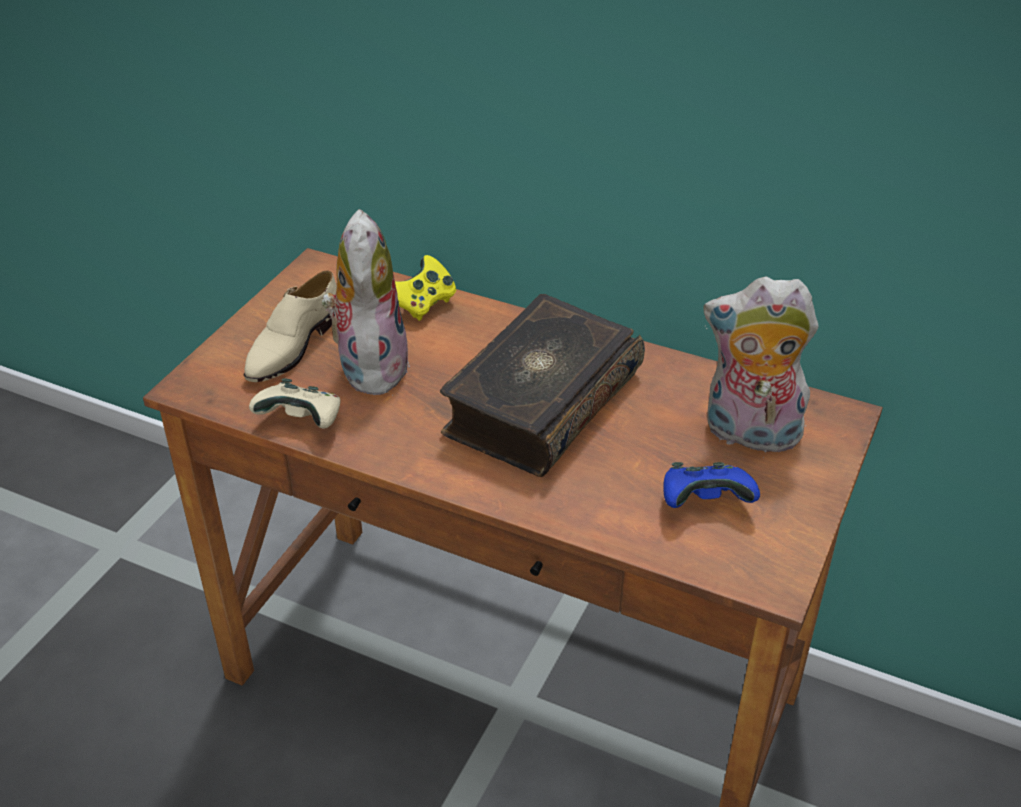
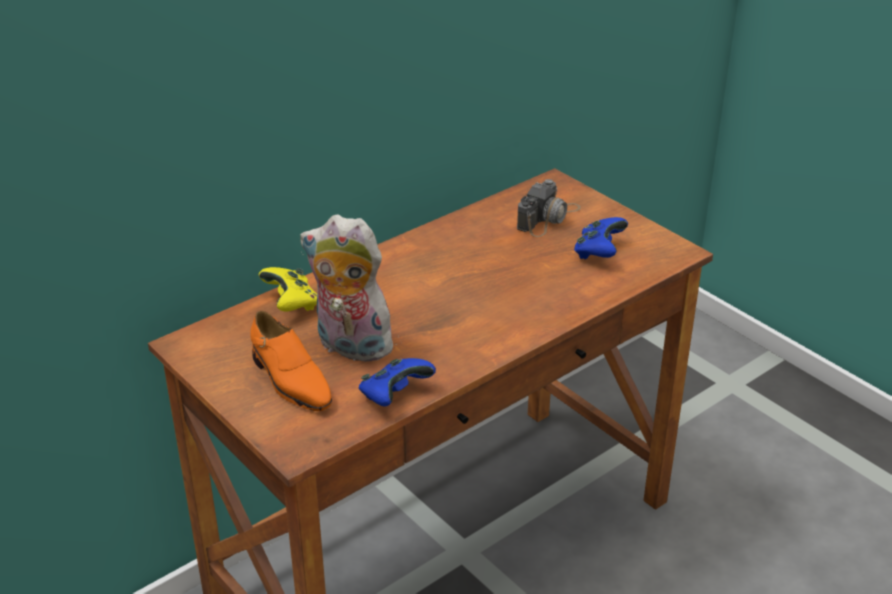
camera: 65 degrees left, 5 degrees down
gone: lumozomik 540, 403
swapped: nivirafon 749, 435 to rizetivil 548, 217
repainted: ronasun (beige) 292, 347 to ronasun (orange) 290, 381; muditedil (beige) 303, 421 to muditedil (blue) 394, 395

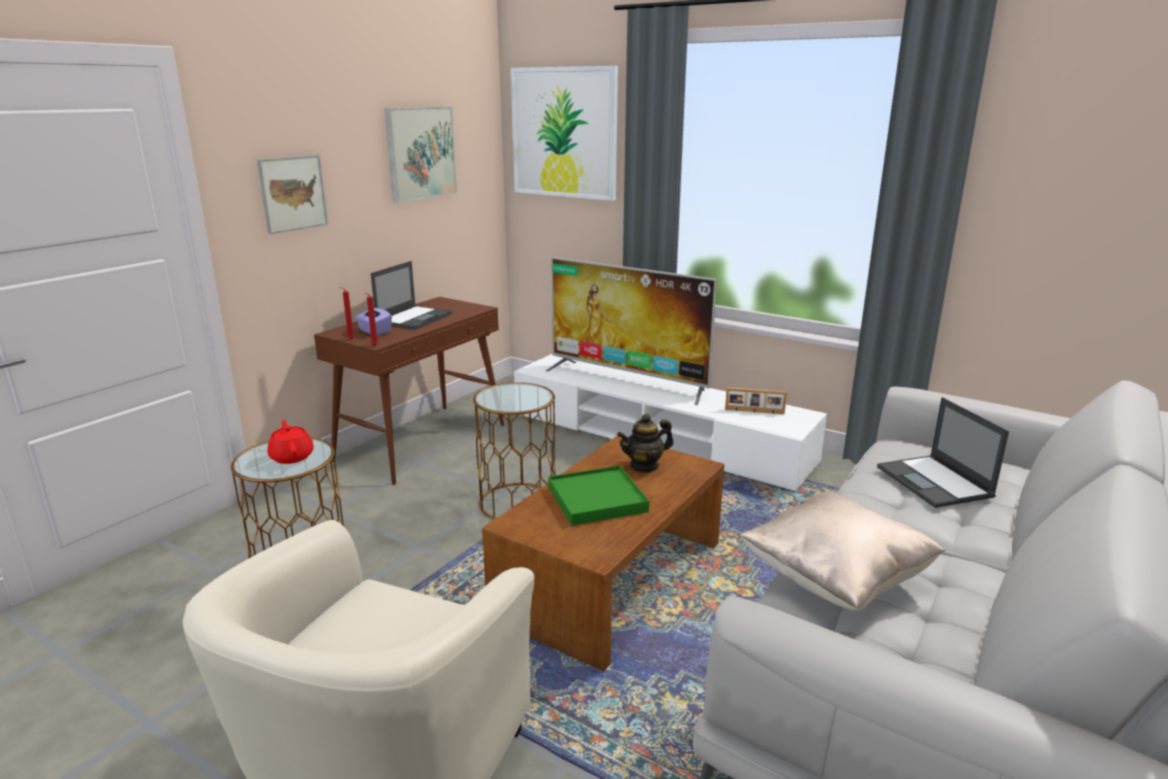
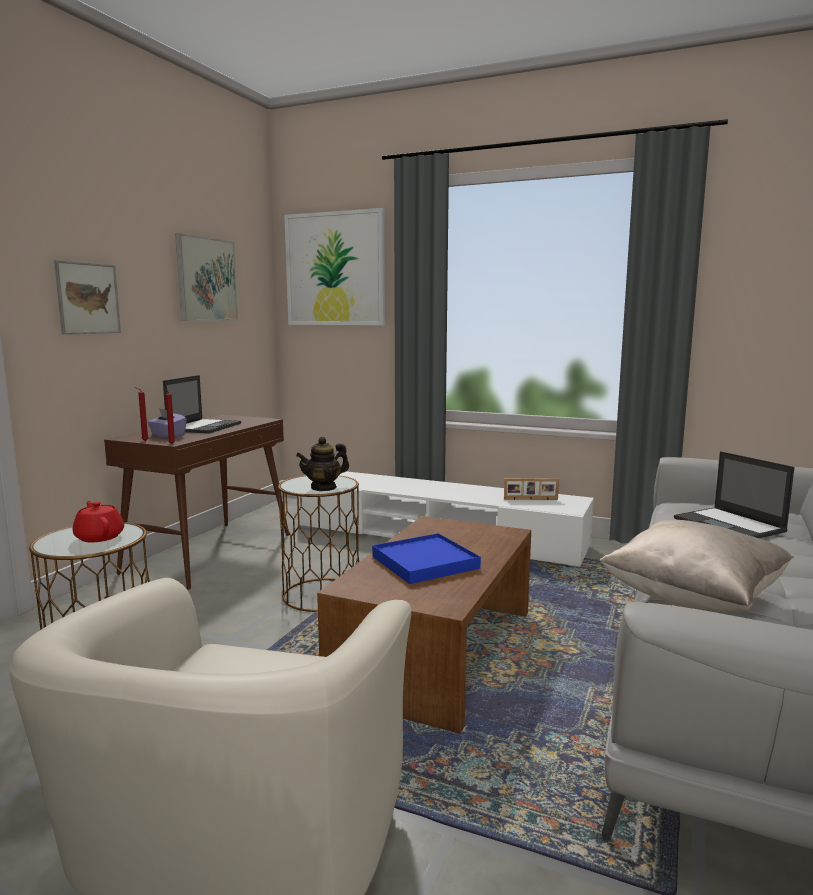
camera: 10 degrees left, 10 degrees down
gone: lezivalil 628, 380
shifted: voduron 644, 466 to 324, 487
repainted: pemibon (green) 597, 499 to pemibon (blue) 425, 562

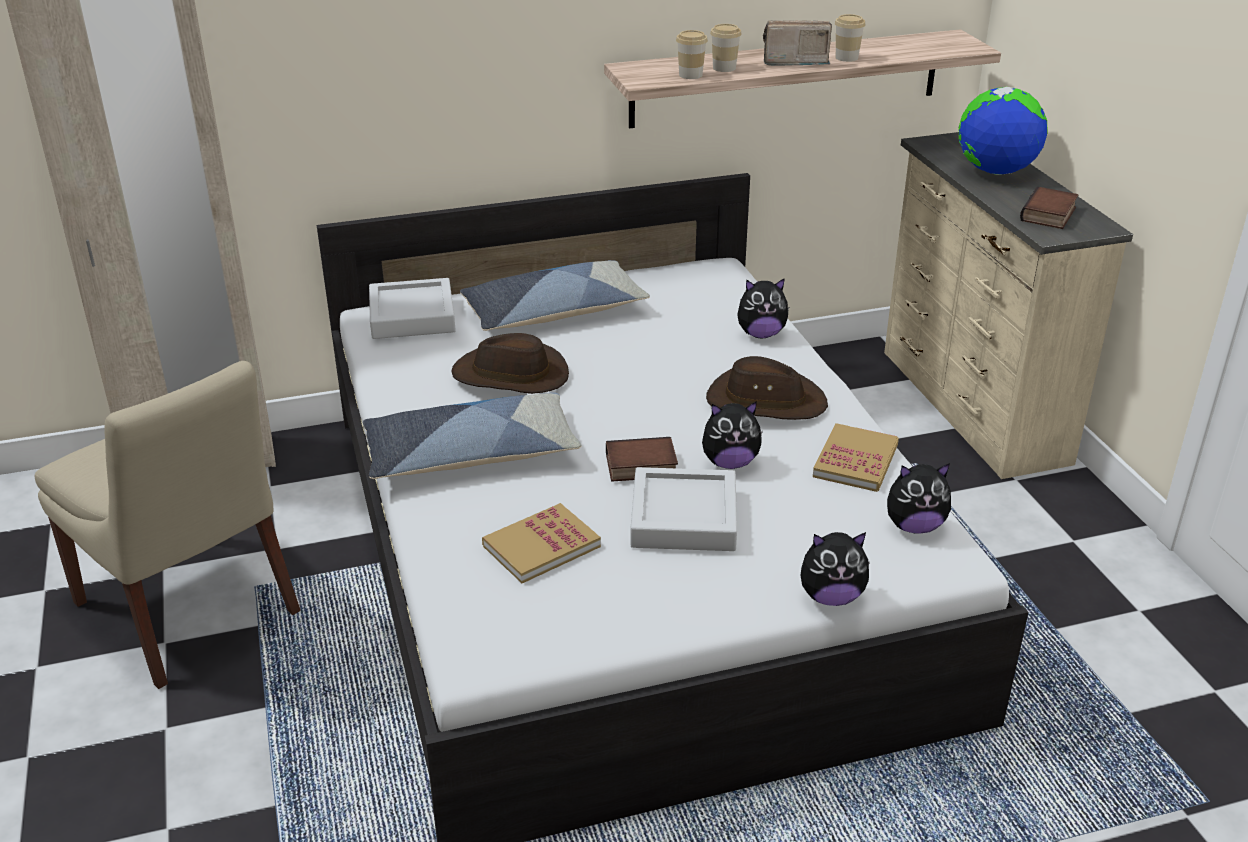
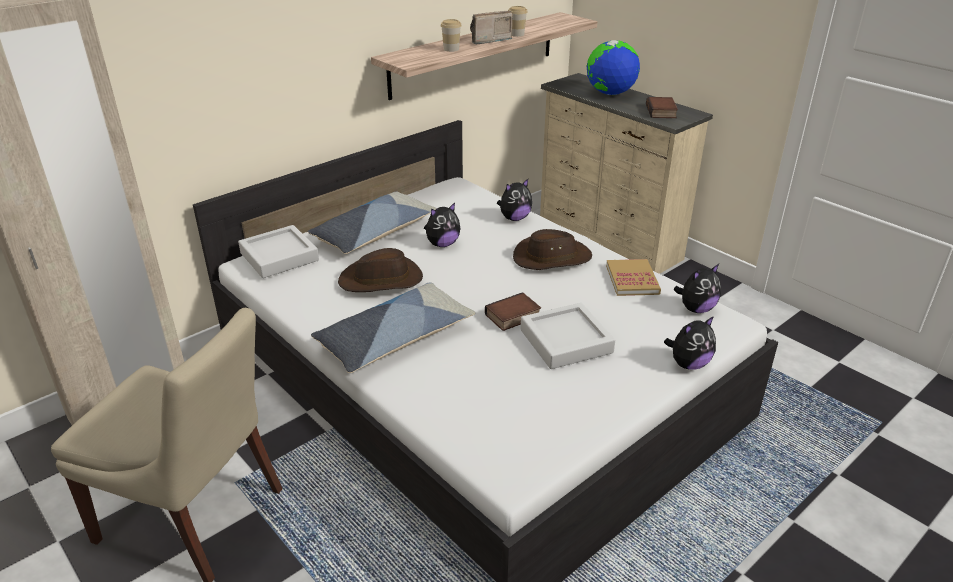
camera: 25 degrees left, 0 degrees up
gone: lumozomik 541, 546; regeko 690, 75
shifted: nivirafon 730, 462 to 442, 244

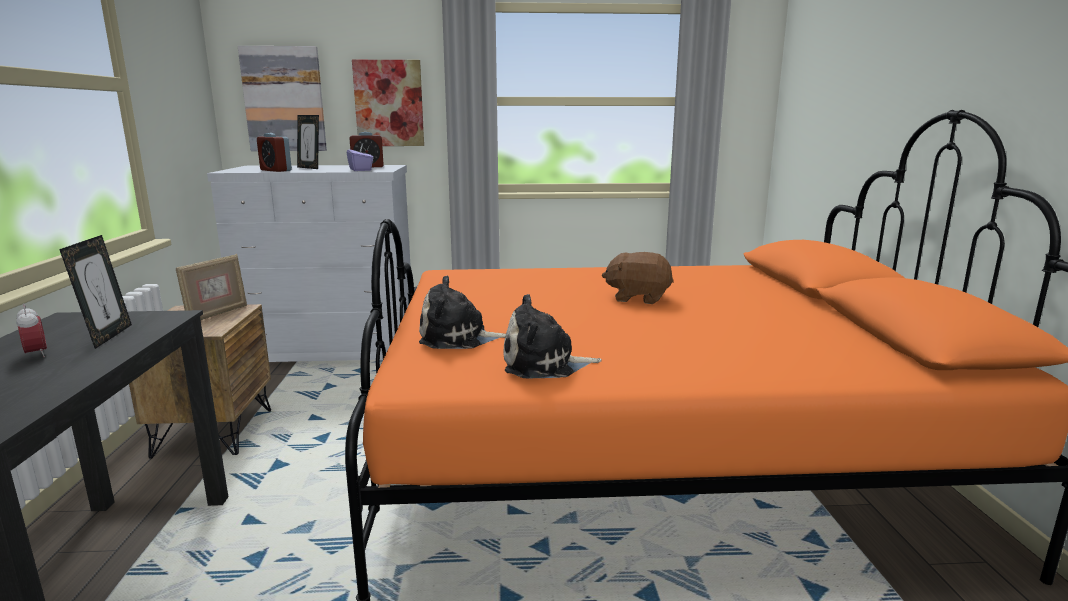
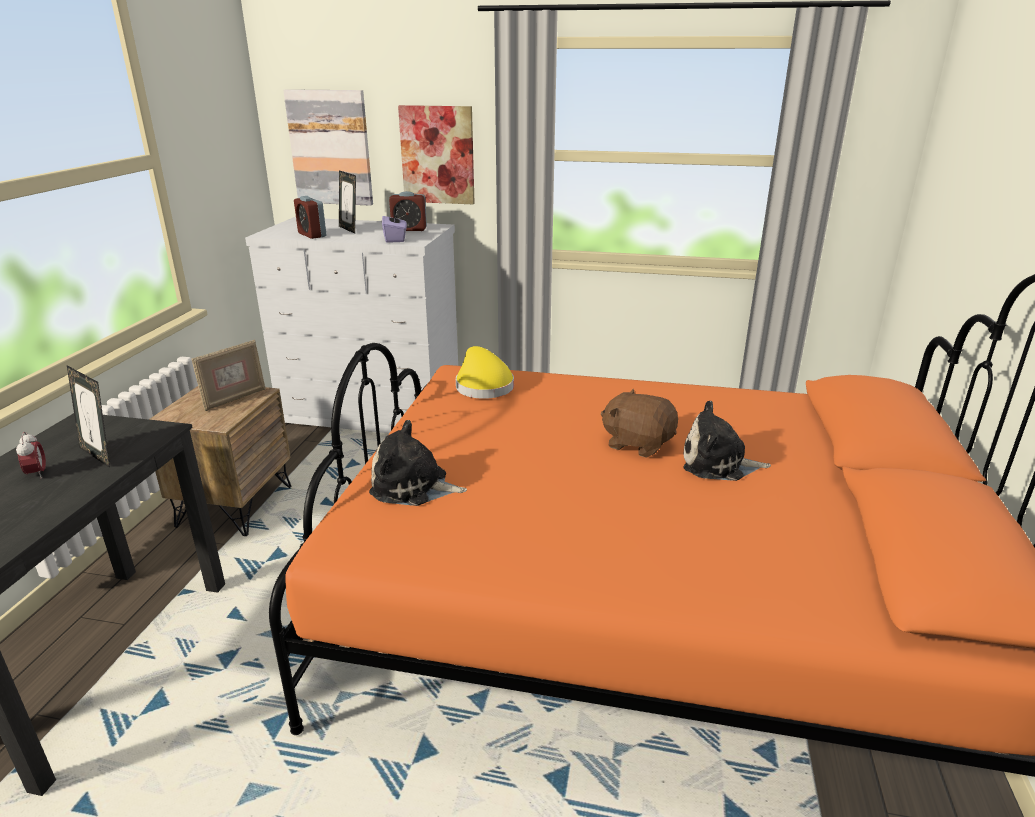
camera: 15 degrees right, 10 degrees up
new: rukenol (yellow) 482, 386
shifted: nivirafon 544, 364 to 718, 464
rotated: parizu 107, 336 = 100, 455 120 degrees clockwise

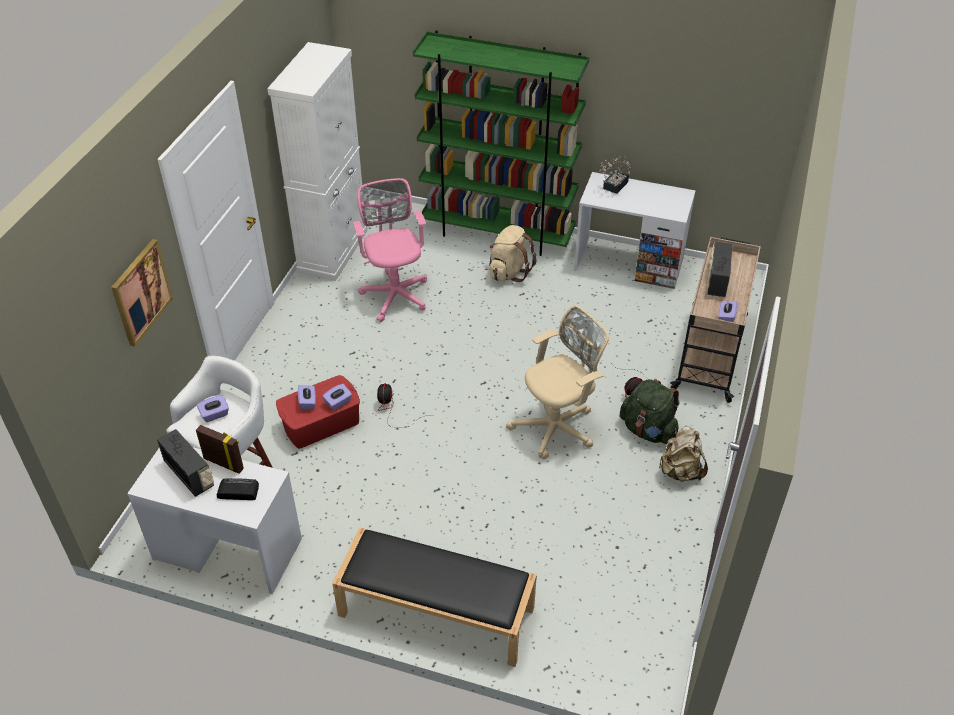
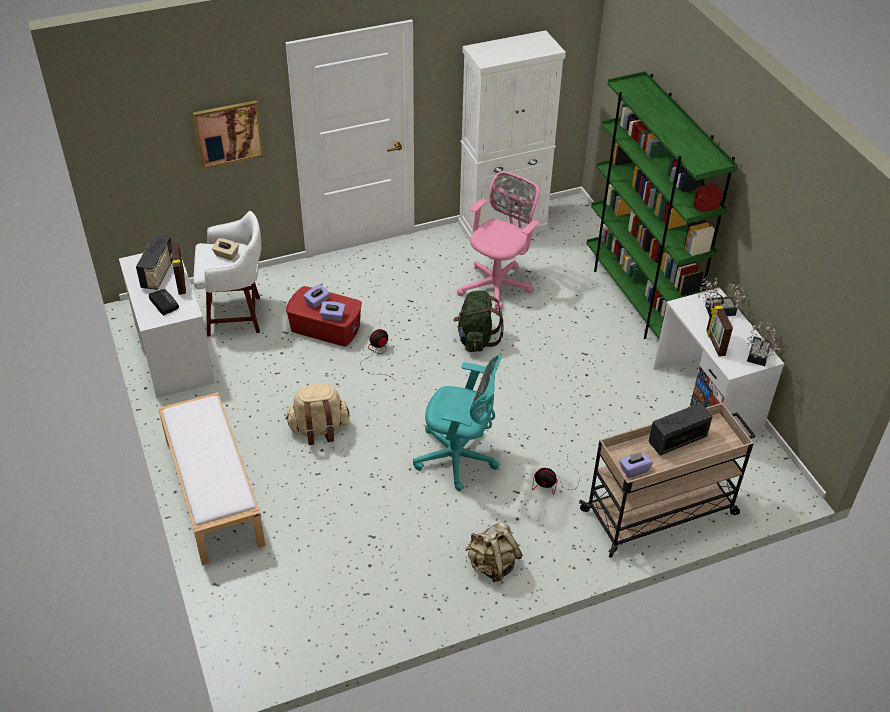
camera: 50 degrees right, 0 degrees up
new: parizu 714, 343; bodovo 757, 357
shifted: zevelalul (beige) 509, 272 to 319, 429; zevelalul (green) 648, 430 to 476, 339
repainted: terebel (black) 435, 612 to terebel (white) 213, 491; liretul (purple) 215, 415 to liretul (beige) 226, 255; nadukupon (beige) 557, 427 to nadukupon (turquoise) 459, 459

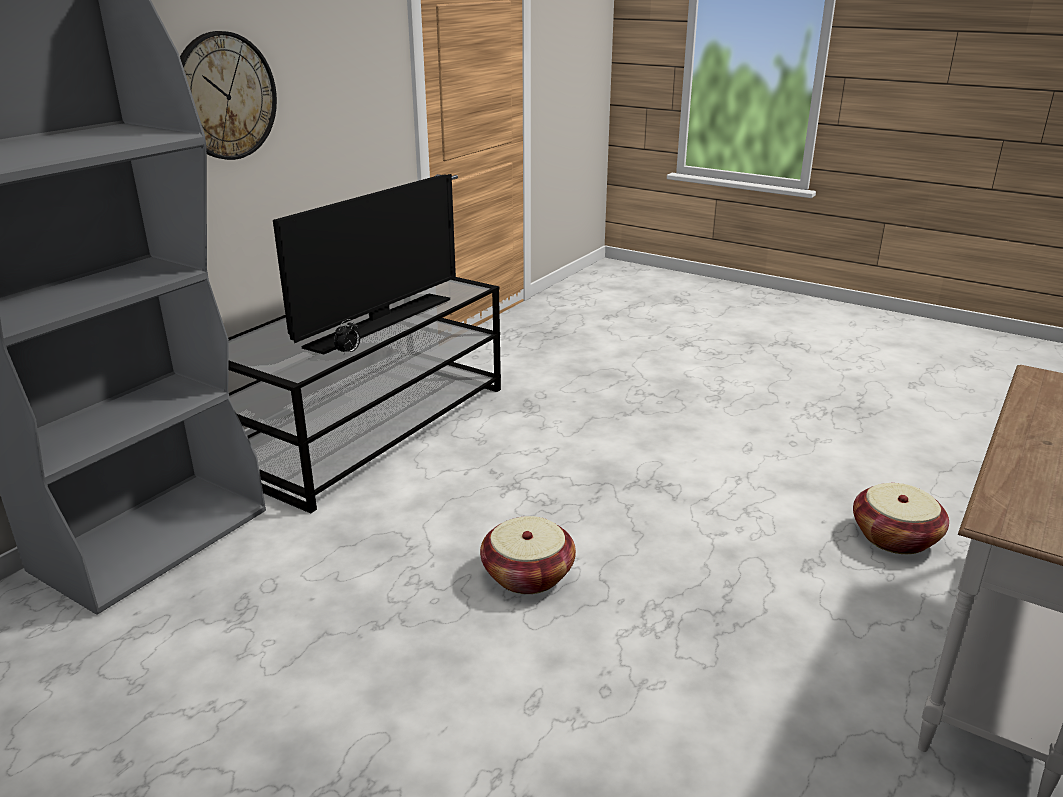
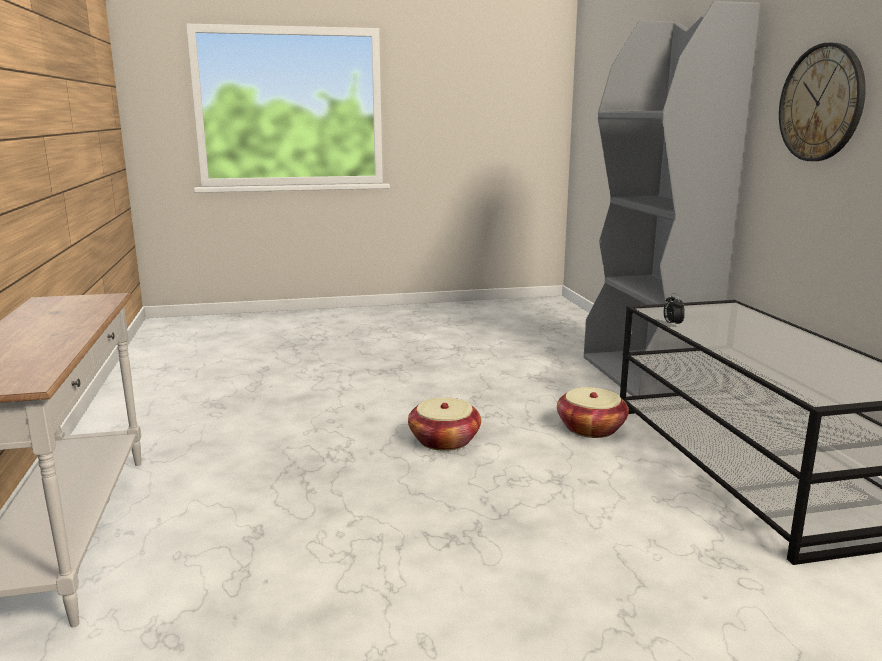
camera: 135 degrees right, 10 degrees down
gone: lezivalil 380, 322
shifted: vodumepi 894, 537 to 590, 428

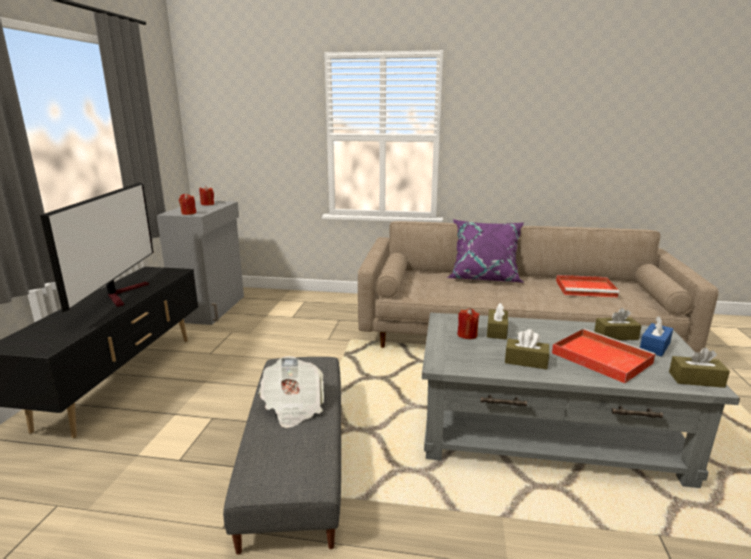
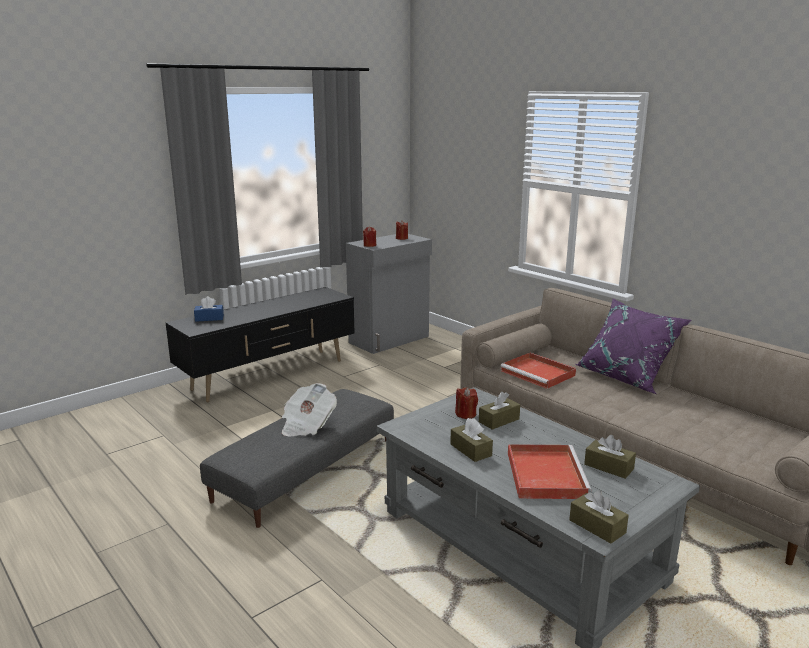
camera: 40 degrees right, 0 degrees up
gone: lezivalil 122, 294
shifted: liretul (blue) 654, 346 to 209, 318; pemibon (red) 586, 288 to 539, 373

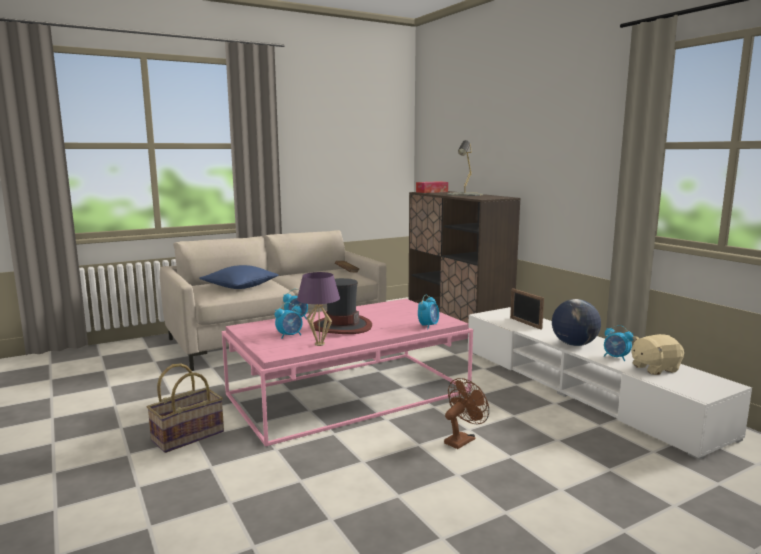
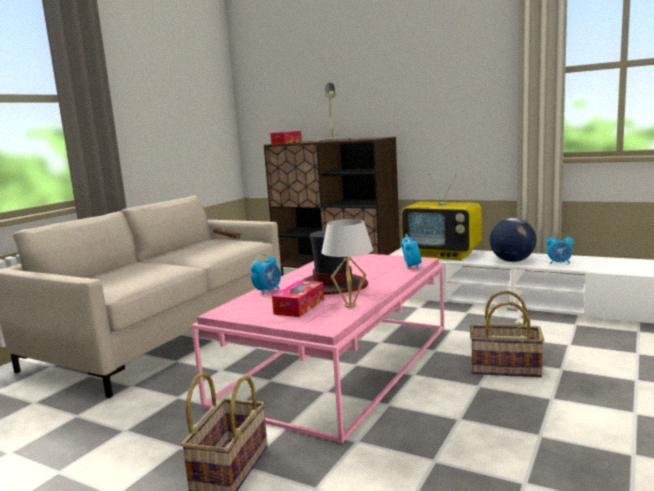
camera: 30 degrees left, 0 degrees up
gone: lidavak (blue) 240, 286; nivirafon (beige) 654, 368
swapped: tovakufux 290, 336 to liretul 299, 306; parizu 525, 323 to lezivalil 443, 255; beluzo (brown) 462, 439 to vodumepi 505, 369
repainted: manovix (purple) 320, 344 to manovix (white) 350, 305

